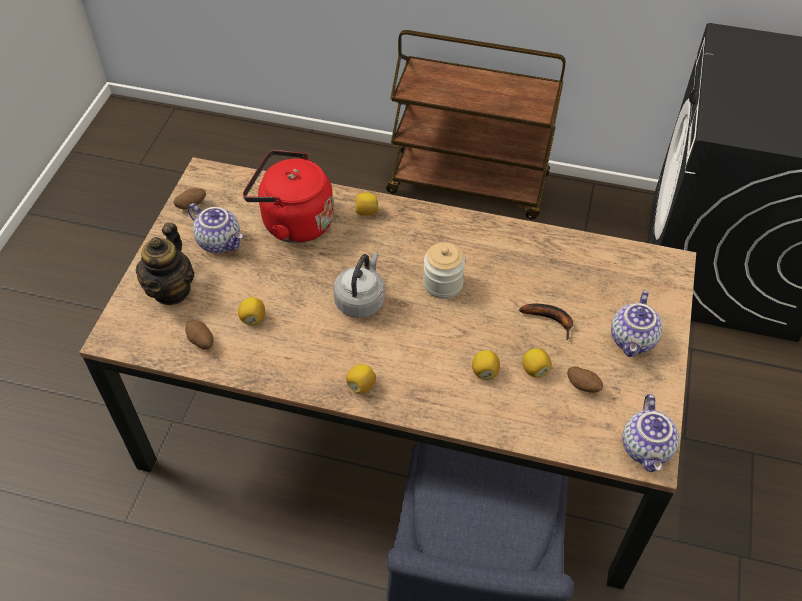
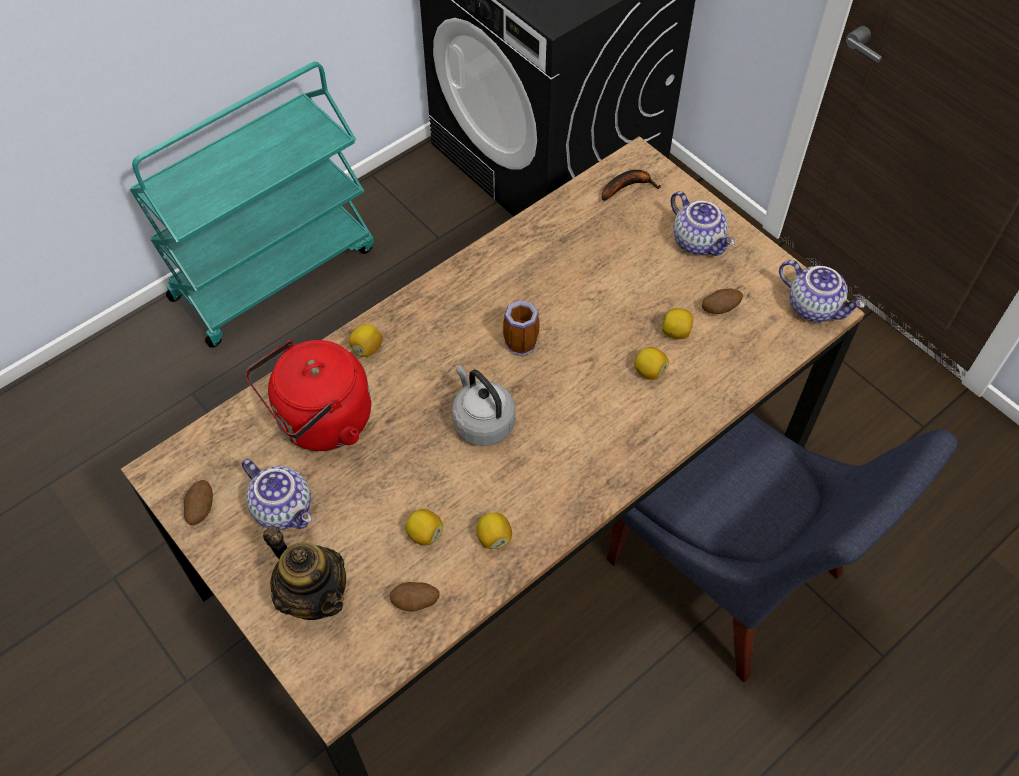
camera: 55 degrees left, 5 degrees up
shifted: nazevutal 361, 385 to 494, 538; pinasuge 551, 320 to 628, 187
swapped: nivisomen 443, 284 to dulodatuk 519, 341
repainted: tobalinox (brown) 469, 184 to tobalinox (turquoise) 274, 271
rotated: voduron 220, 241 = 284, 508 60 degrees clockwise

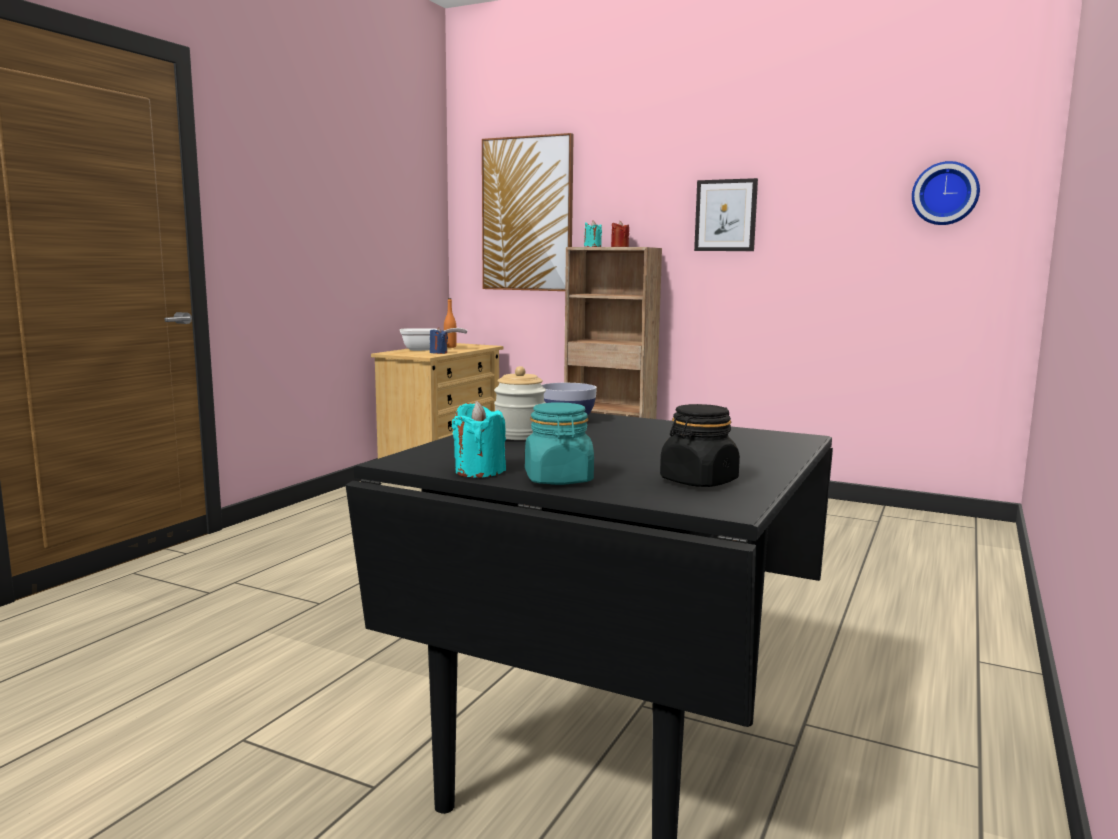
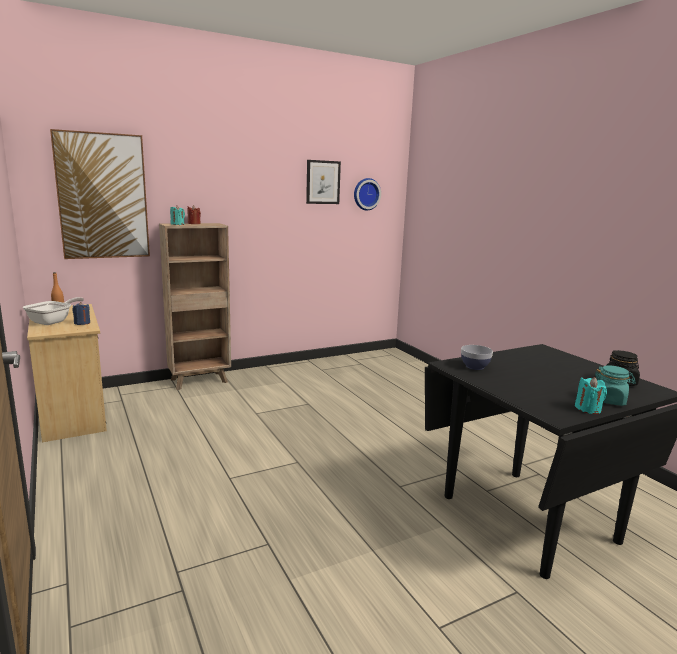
camera: 55 degrees left, 5 degrees up
gone: nivisomen 520, 435
shifted: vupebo 725, 215 to 323, 182

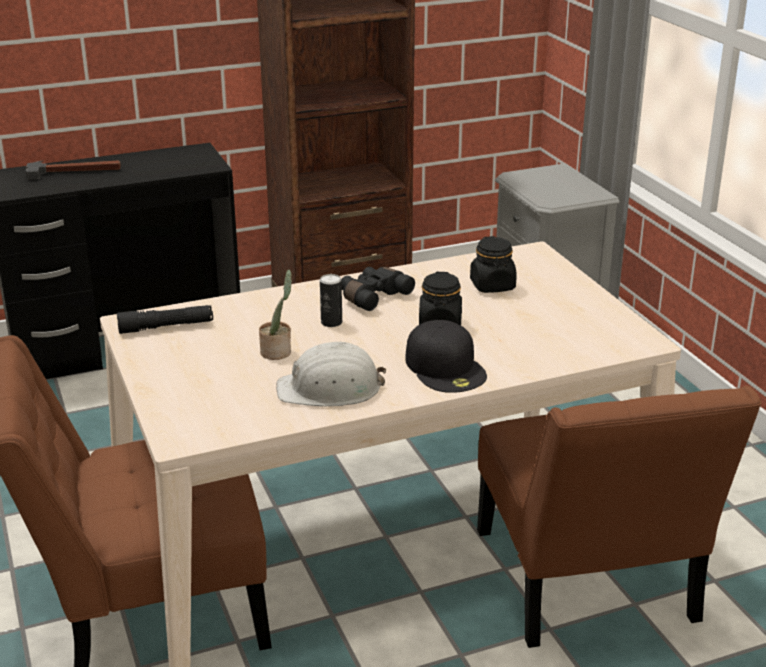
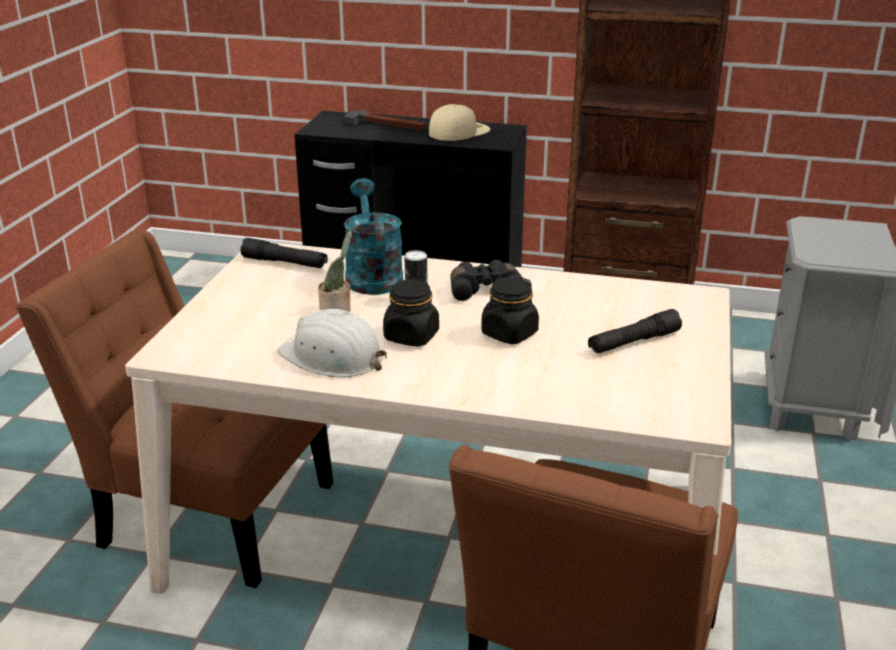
camera: 35 degrees right, 0 degrees up
gone: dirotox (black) 446, 367
new: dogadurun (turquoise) 372, 275; dirotox (beige) 459, 131; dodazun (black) 633, 342
shifted: nivisomen (black) 492, 286 to 411, 336

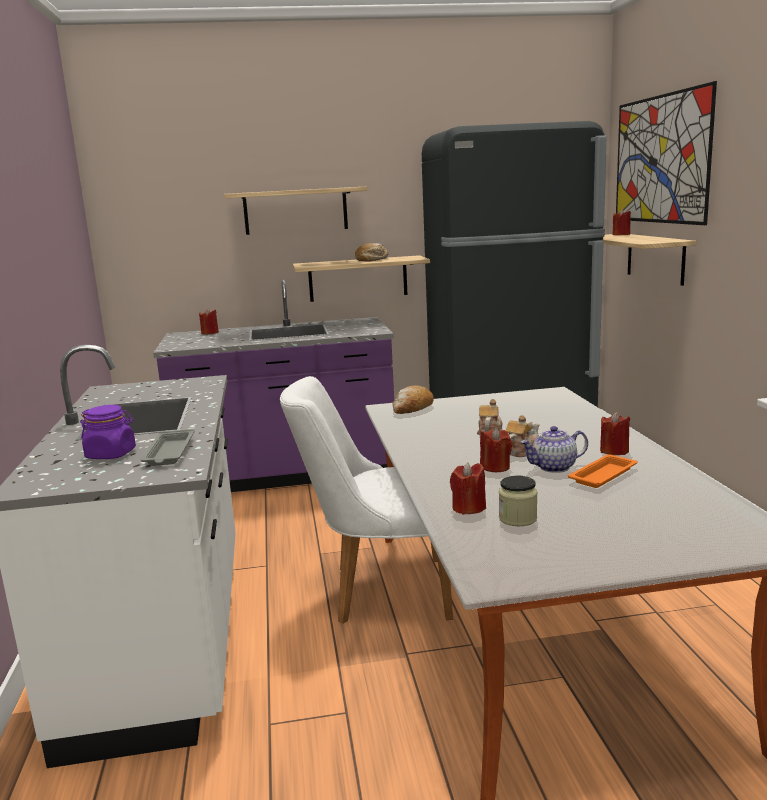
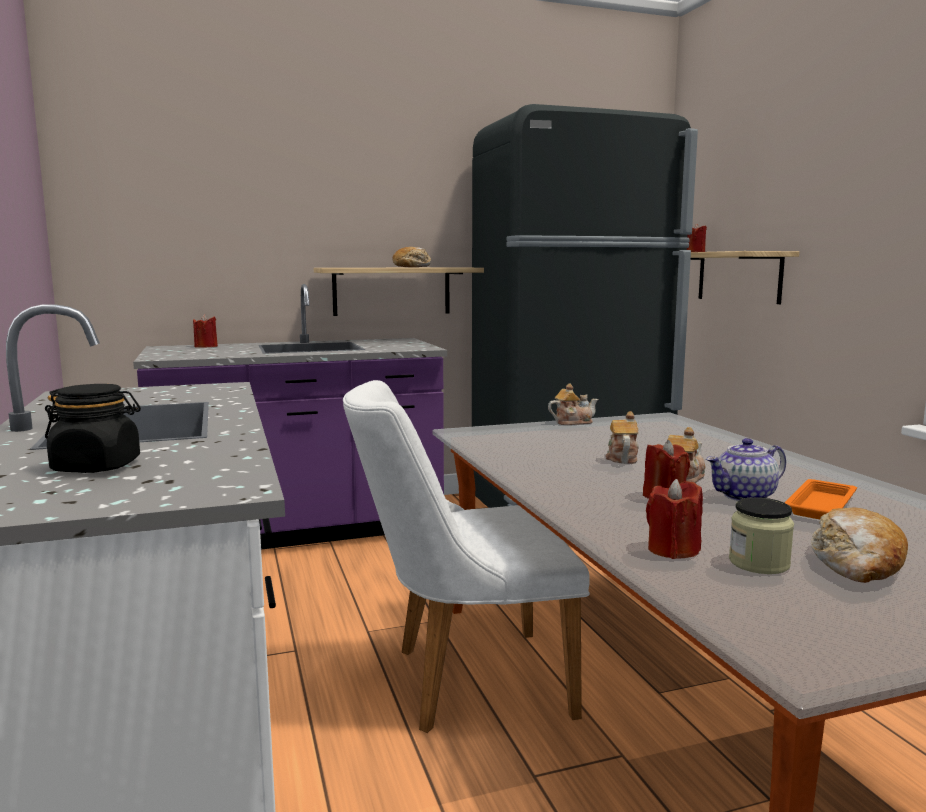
camera: 10 degrees left, 5 degrees down
gone: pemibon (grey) 169, 453; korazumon 295, 211; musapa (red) 614, 451; vupebo 660, 159
new: voduron 572, 422
shifted: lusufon 412, 409 to 857, 564
repainted: nivisomen (purple) 111, 454 to nivisomen (black) 97, 467

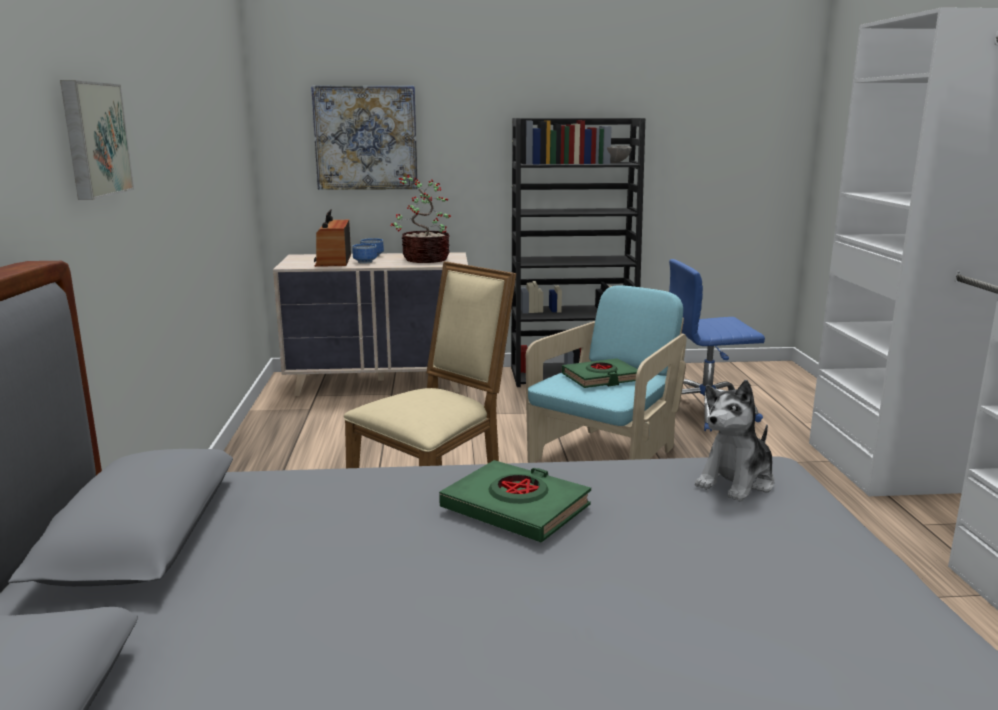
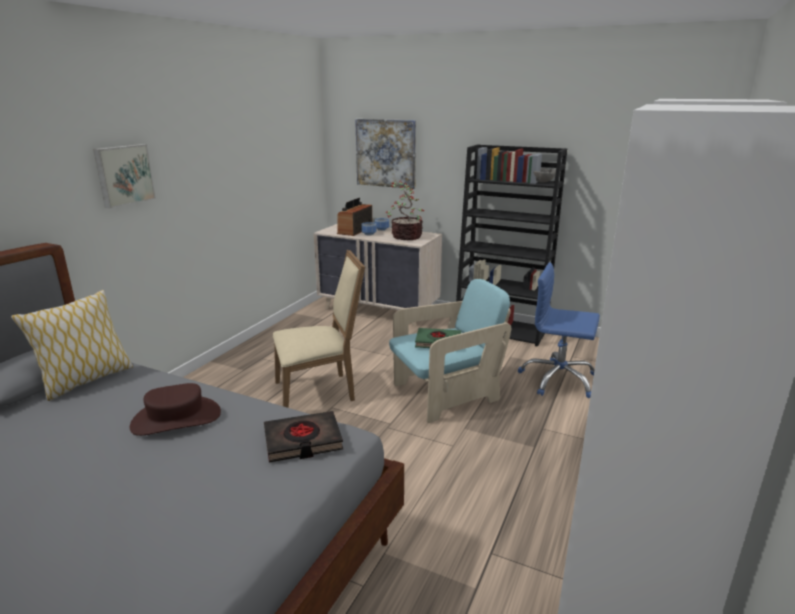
camera: 30 degrees right, 5 degrees up
new: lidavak 86, 380
swapped: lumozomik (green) 516, 508 to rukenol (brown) 176, 418; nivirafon 736, 482 to lumozomik (black) 303, 441

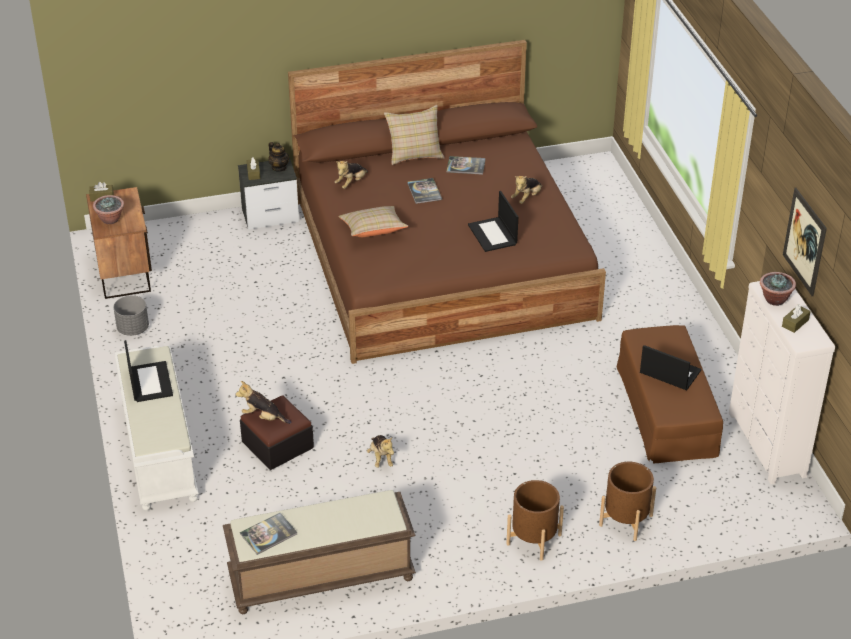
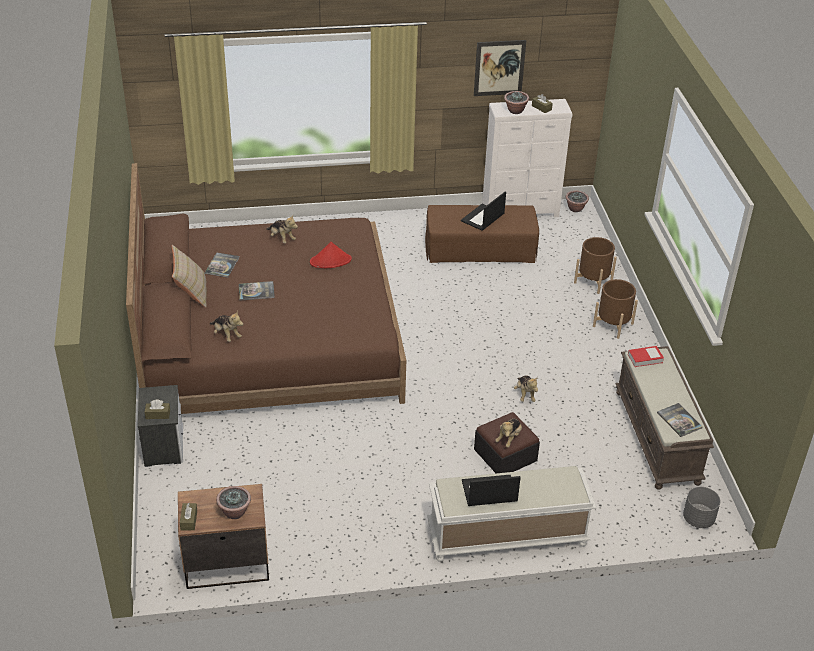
camera: 85 degrees left, 0 degrees up
gone: voduron 279, 167; lidavak (beige) 373, 231
new: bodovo 575, 209; lumozomik 645, 358
shifted: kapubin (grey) 133, 329 to 698, 519
swapped: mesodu 493, 235 to rukenol (red) 330, 261
rotated: nivirafon 381, 458 = 525, 394 90 degrees clockwise

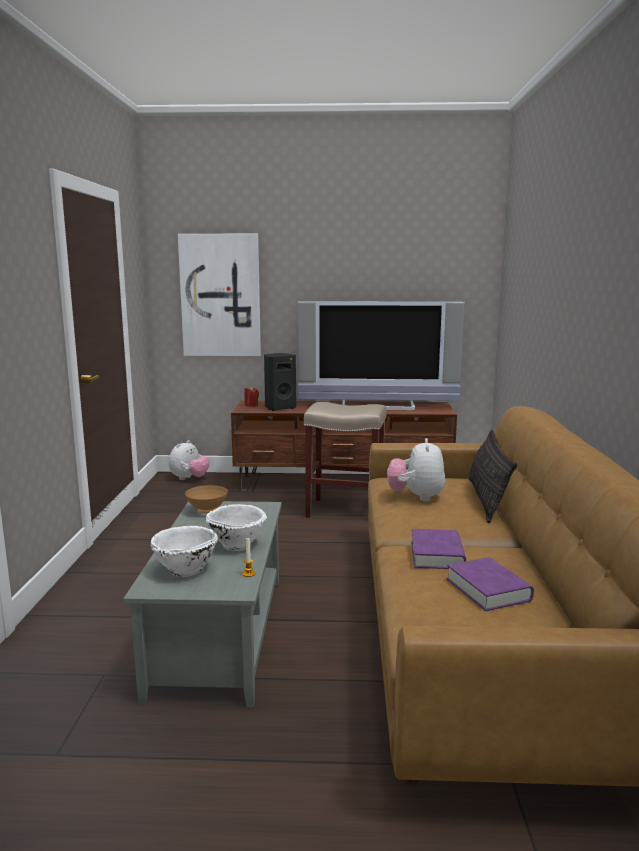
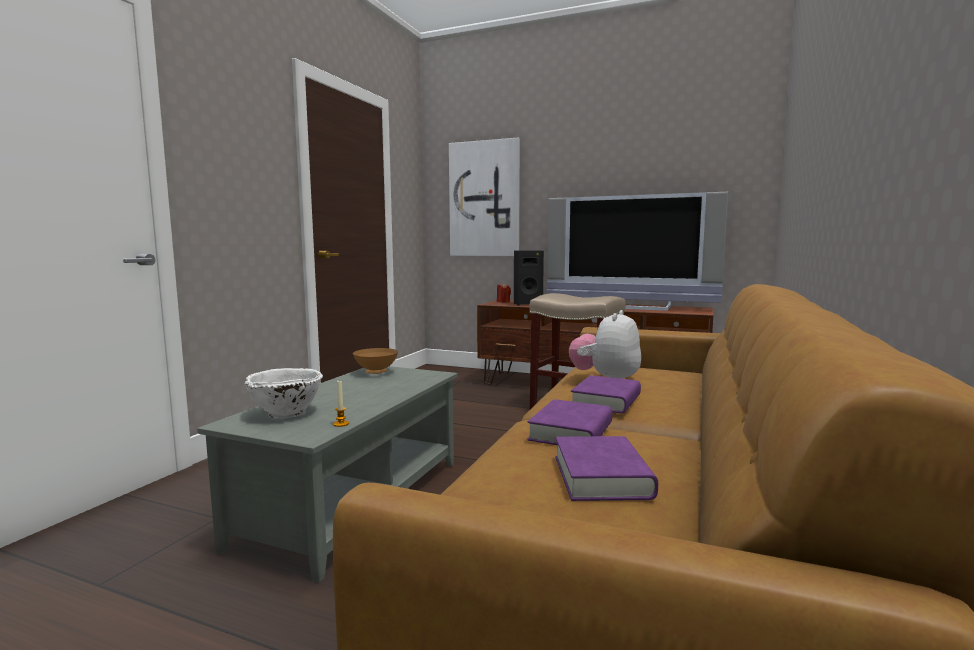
camera: 20 degrees right, 5 degrees down
gone: nivirafon 189, 479; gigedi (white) 236, 545; lidavak 487, 500
new: lumozomik (purple) 606, 401

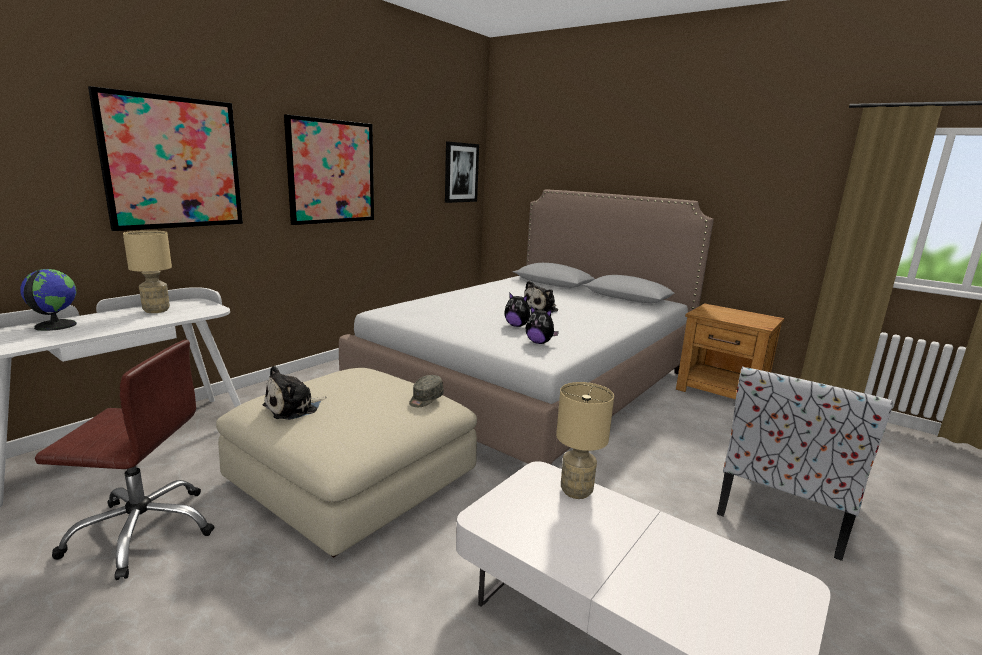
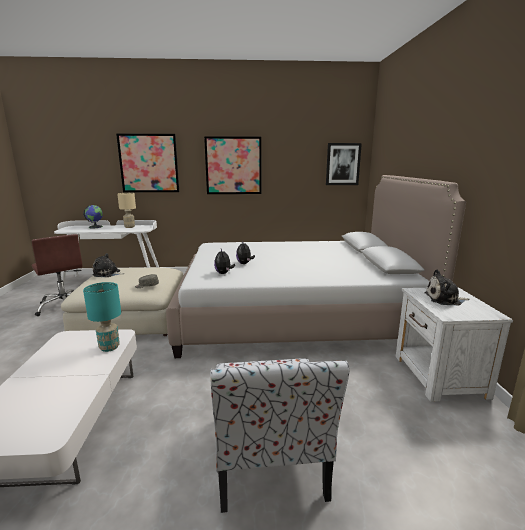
camera: 50 degrees right, 0 degrees up
shifted: nivirafon 541, 309 to 444, 299
repainted: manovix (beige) 577, 491 to manovix (turquoise) 109, 347; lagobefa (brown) 722, 391 to lagobefa (white) 439, 377
rotated: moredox 783, 506 = 269, 456 90 degrees counterclockwise

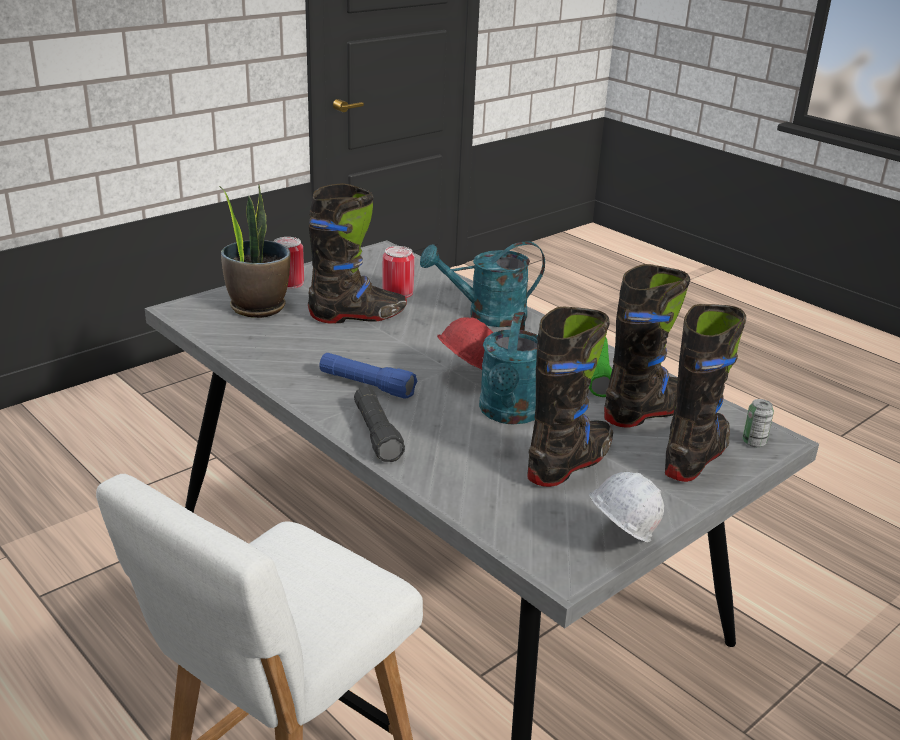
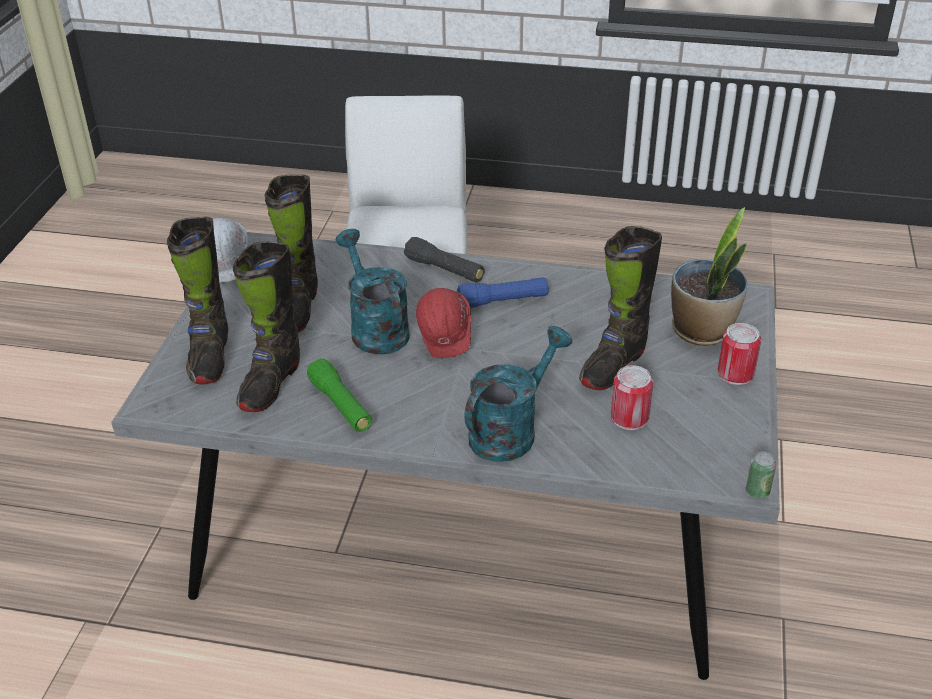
camera: 145 degrees right, 10 degrees up
shifted: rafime 754, 442 to 757, 491

